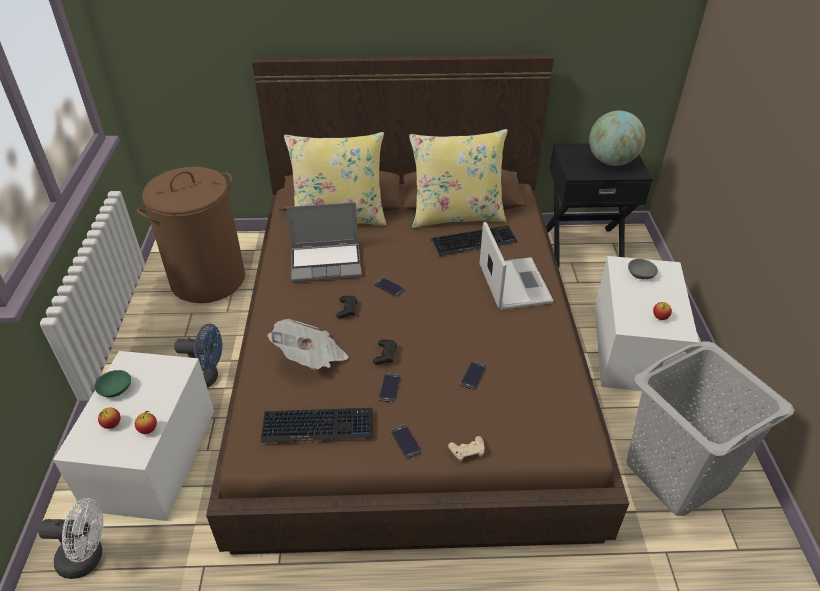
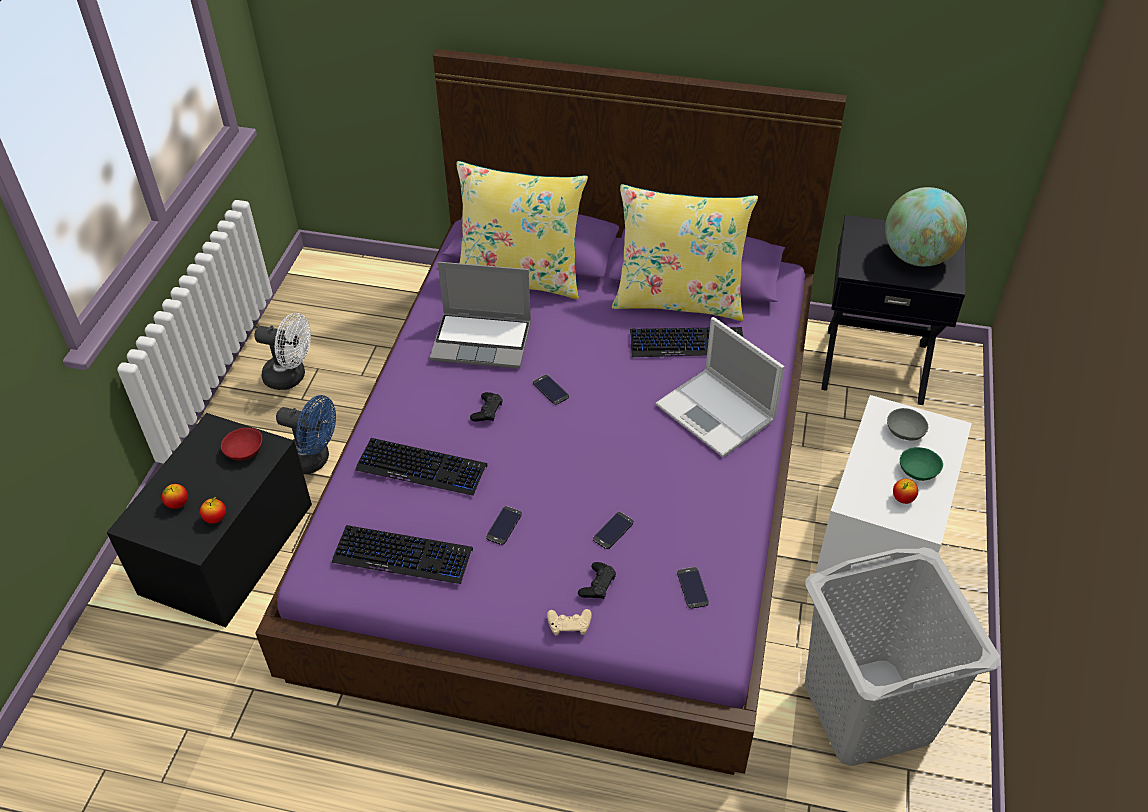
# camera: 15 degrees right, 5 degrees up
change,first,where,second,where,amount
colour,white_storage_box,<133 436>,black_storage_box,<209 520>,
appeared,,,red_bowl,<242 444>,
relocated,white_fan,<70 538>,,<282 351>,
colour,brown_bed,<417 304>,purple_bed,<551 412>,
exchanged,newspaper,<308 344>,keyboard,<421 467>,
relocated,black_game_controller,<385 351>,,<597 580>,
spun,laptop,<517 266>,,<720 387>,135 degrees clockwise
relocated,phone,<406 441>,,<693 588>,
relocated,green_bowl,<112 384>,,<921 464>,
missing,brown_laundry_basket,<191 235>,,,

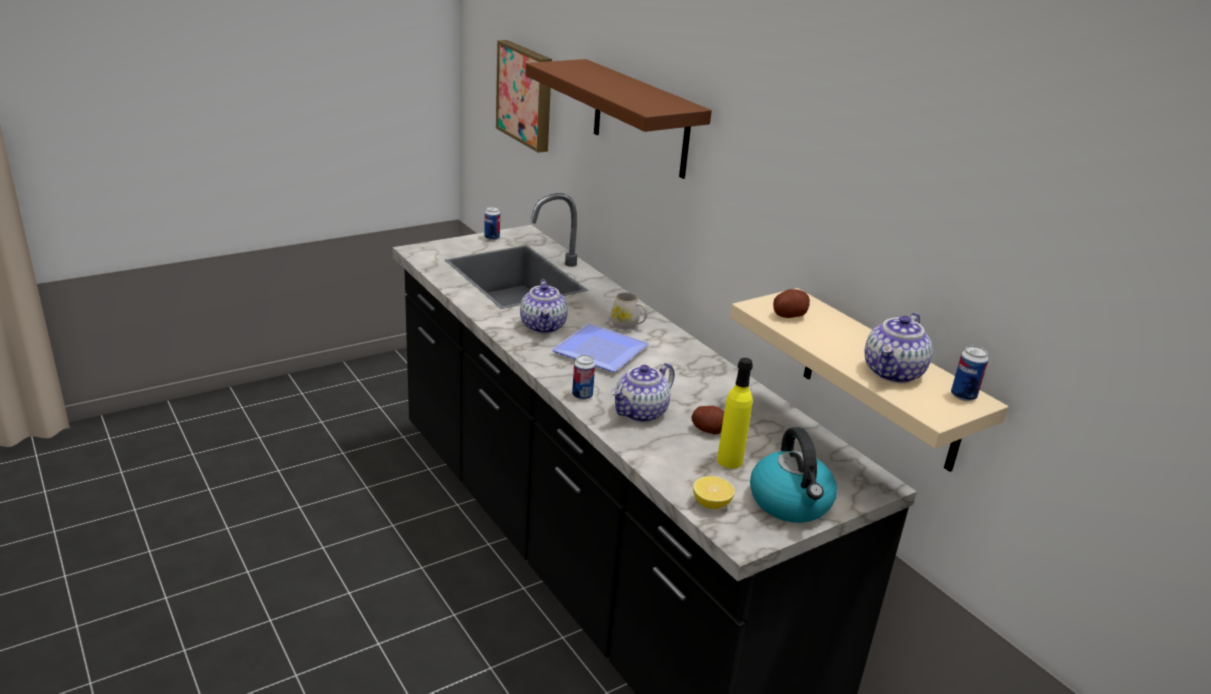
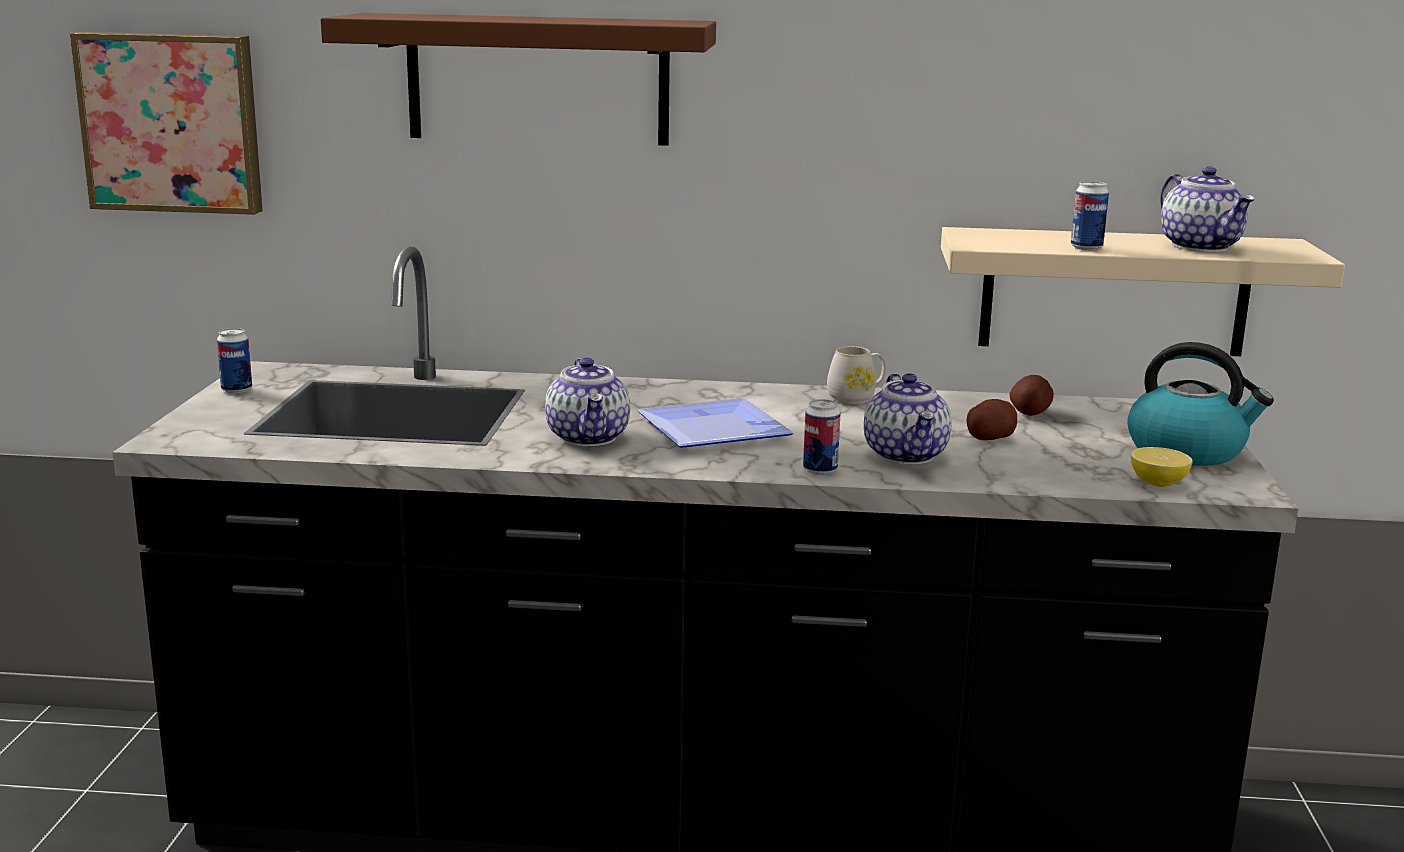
# camera: 50 degrees left, 10 degrees down
change,first,where,second,where,amount
spun,teapot,<544 306>,,<587 402>,45 degrees clockwise
relocated,white_mug,<628 311>,,<856 375>,
relocated,potato,<791 303>,,<1031 395>,
relocated,can,<969 373>,,<1090 215>,
missing,yellow_bottle,<735 413>,,,

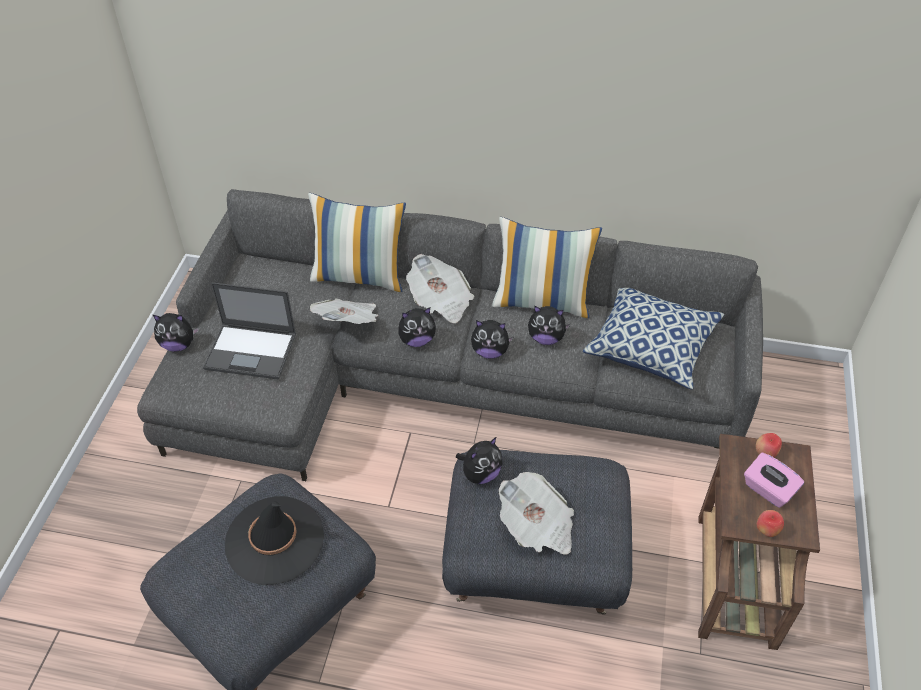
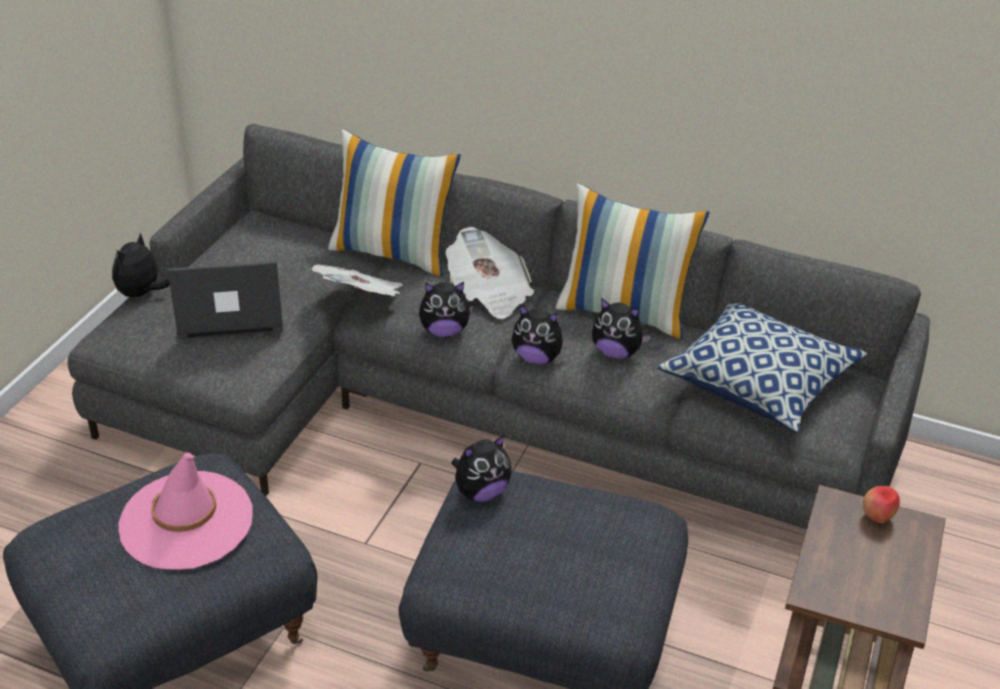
# camera: 10 degrees right, 10 degrees down
change,first,where,second,where,amount
spun,plush_toy,<176 332>,,<141 265>,105 degrees clockwise
colour,black_hat,<274 540>,pink_hat,<185 511>,
spun,laptop,<249 331>,,<225 300>,150 degrees clockwise
missing,newspaper,<536 513>,,,
missing,pink_tissue_box,<774 480>,,,
missing,apple,<770 523>,,,

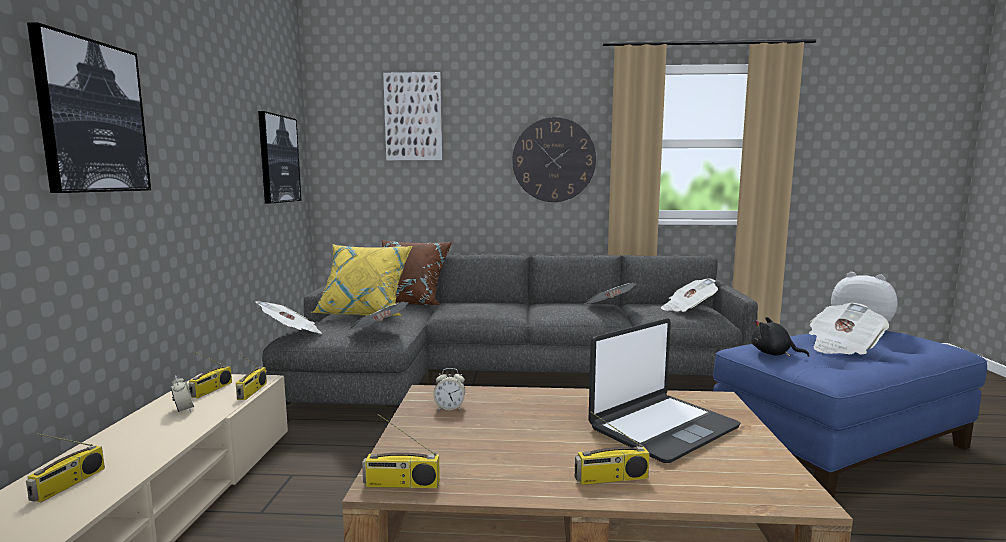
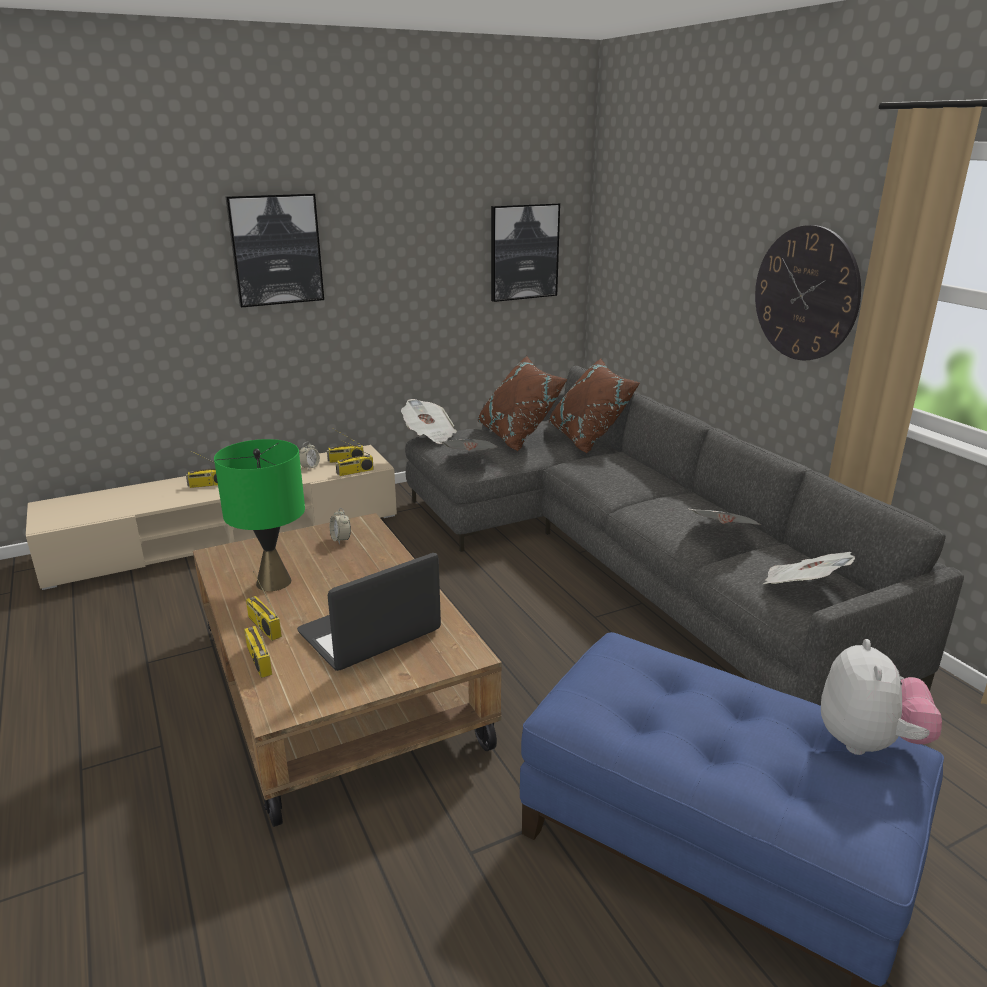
# camera: 60 degrees right, 15 degrees up
change,first,where,second,where,amount
appeared,,,green_table_lamp,<259 515>,
relocated,radio,<401 451>,,<258 639>,
spun,laptop,<665 390>,,<369 612>,120 degrees clockwise
colour,yellow_pillow,<362 280>,brown_pillow,<523 403>,
missing,picture,<412 116>,,,
missing,black_plush_toy,<780 337>,,,
missing,newspaper,<849 329>,,,

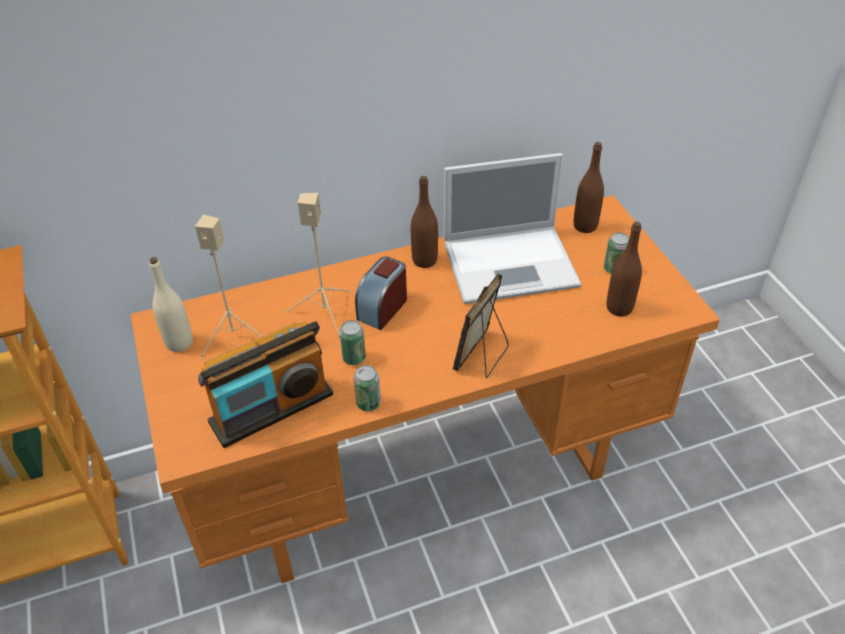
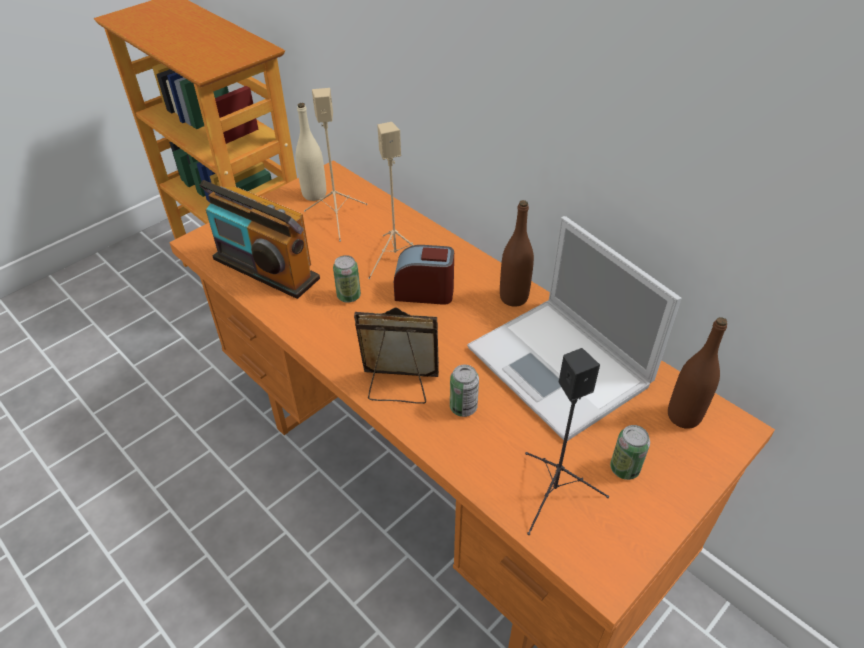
# camera: 65 degrees right, 0 degrees up
change,first,where,second,where,amount
relocated,can,<367 388>,,<464 391>,
exchanged,brown_bottle,<624 269>,black_speaker,<567 441>,

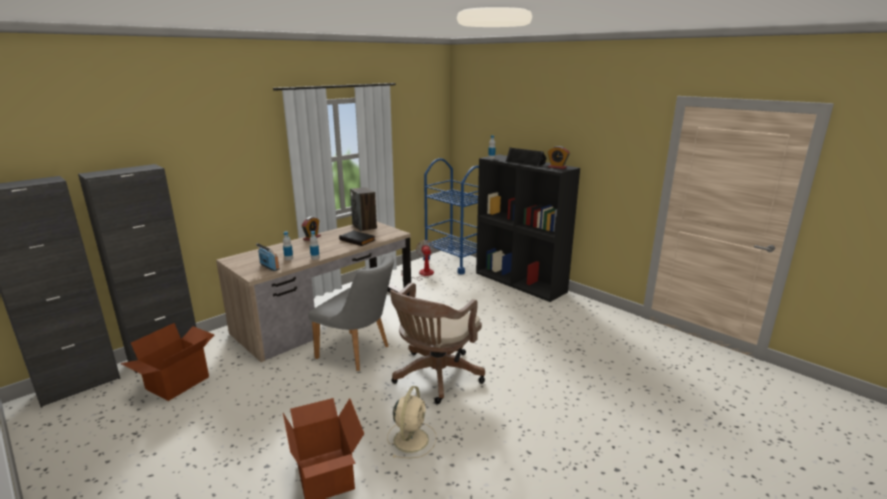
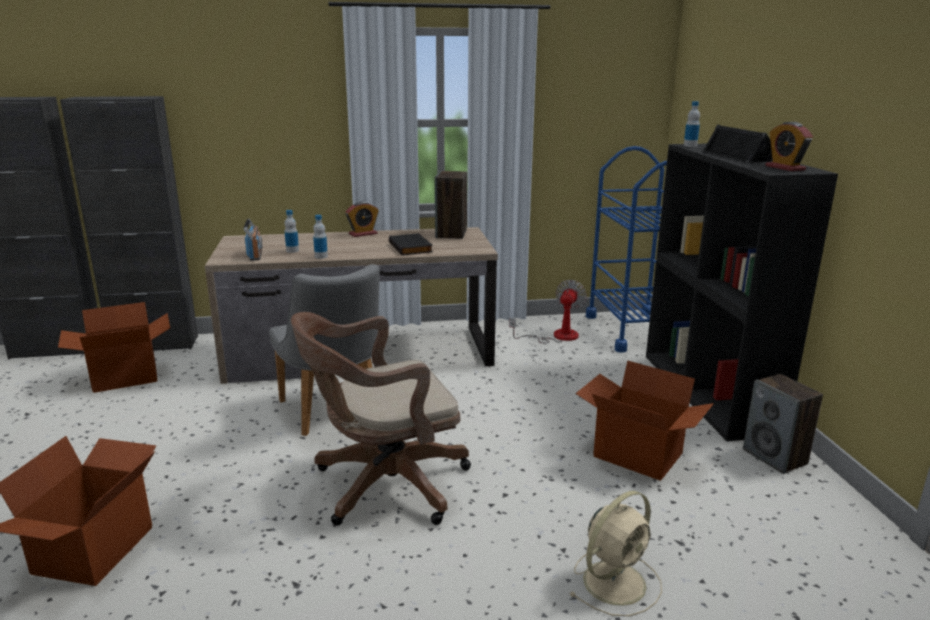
# camera: 35 degrees right, 0 degrees up
change,first,where,second,where,amount
relocated,beige_fan,<411 422>,,<615 553>,
appeared,,,cardboard_box,<645 420>,
appeared,,,speaker,<783 424>,

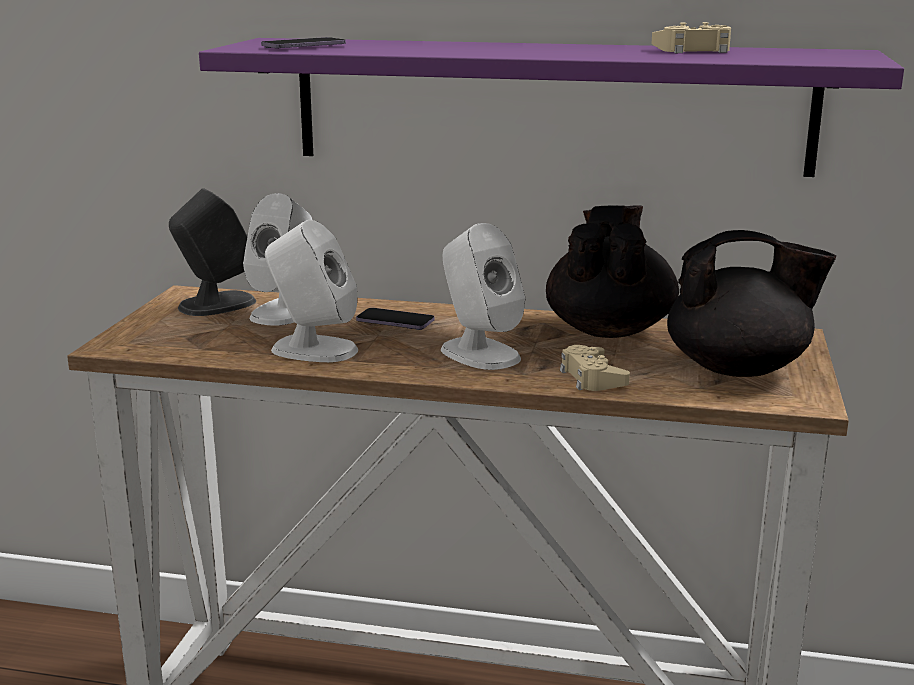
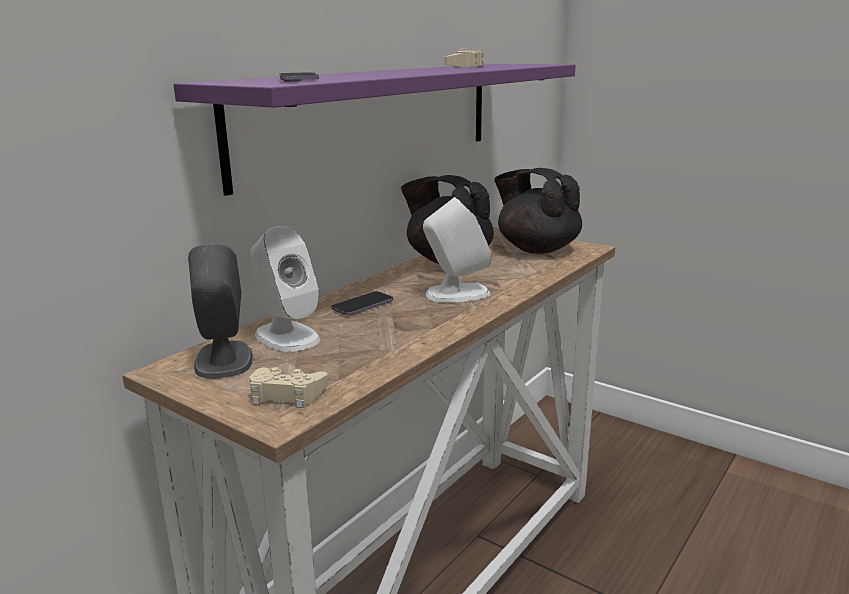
# camera: 65 degrees left, 0 degrees up
change,first,where,second,where,amount
relocated,beige_game_controller,<595 368>,,<288 387>,
spun,black_teapot,<751 303>,,<538 211>,75 degrees counterclockwise
missing,white_speaker,<311 291>,,,

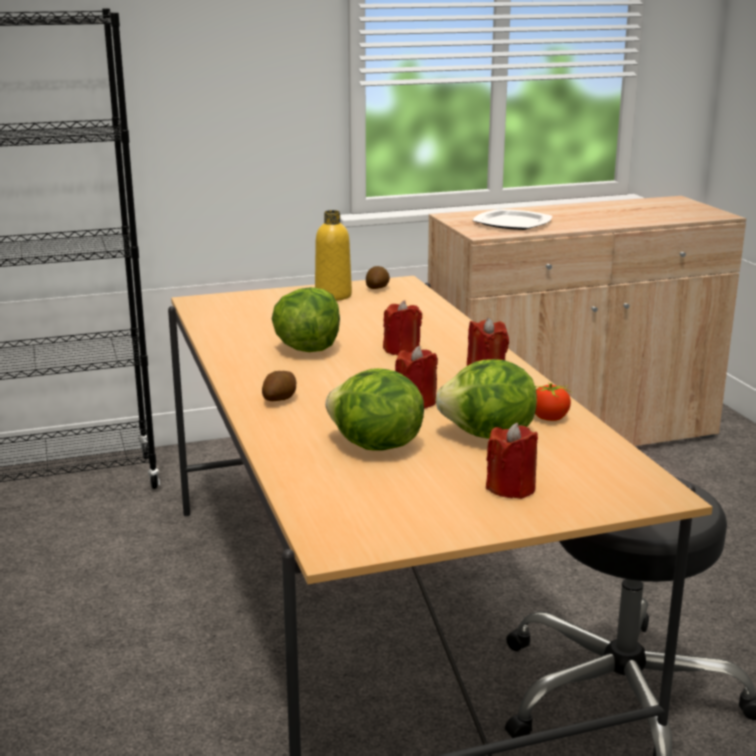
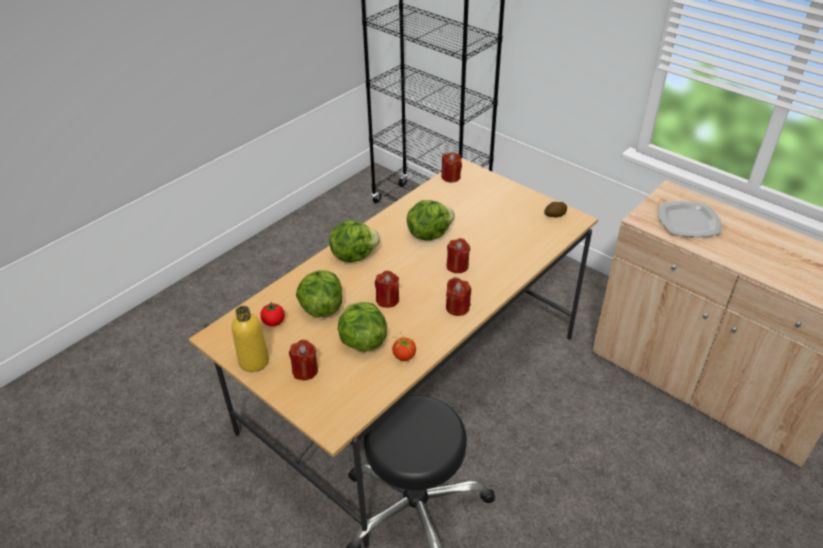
# camera: 60 degrees right, 20 degrees up
change,first,where,second,where,amount
relocated,yellow_bottle,<333 255>,,<250 339>,
appeared,,,tomato,<272 314>,
exchanged,potato,<279 386>,lettuce,<354 241>,
appeared,,,red_candle,<451 167>,

